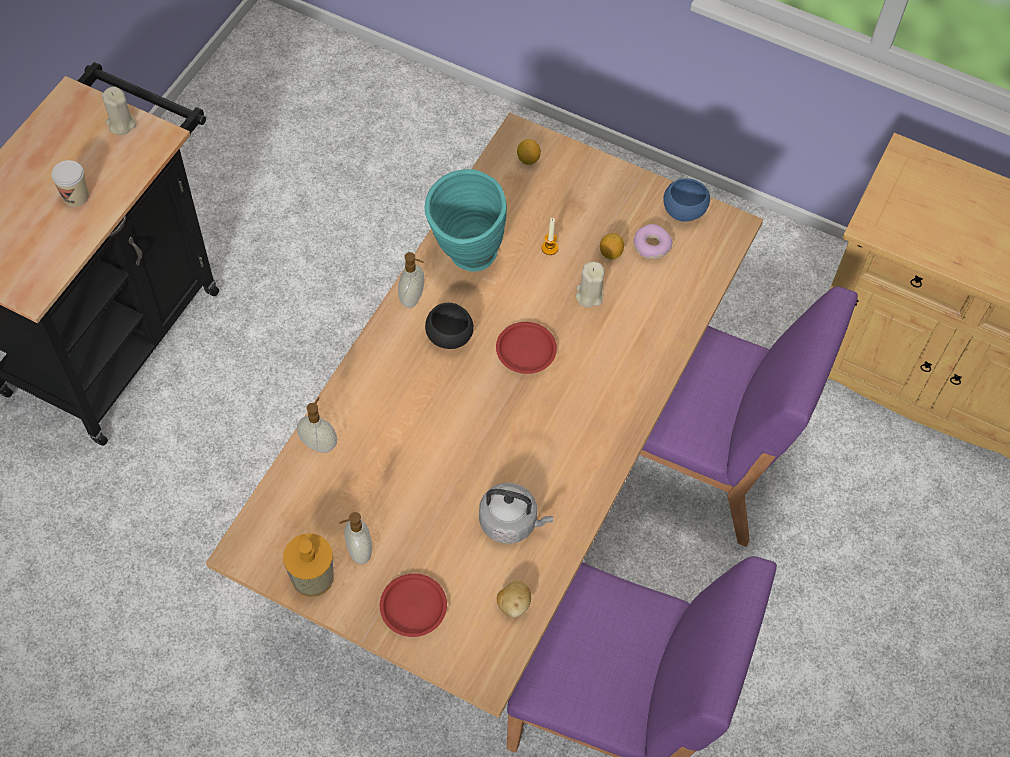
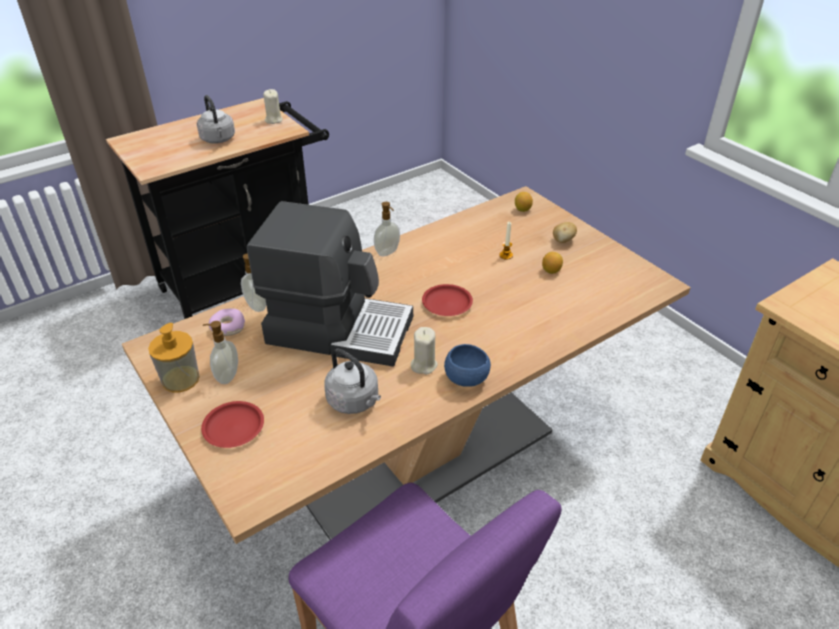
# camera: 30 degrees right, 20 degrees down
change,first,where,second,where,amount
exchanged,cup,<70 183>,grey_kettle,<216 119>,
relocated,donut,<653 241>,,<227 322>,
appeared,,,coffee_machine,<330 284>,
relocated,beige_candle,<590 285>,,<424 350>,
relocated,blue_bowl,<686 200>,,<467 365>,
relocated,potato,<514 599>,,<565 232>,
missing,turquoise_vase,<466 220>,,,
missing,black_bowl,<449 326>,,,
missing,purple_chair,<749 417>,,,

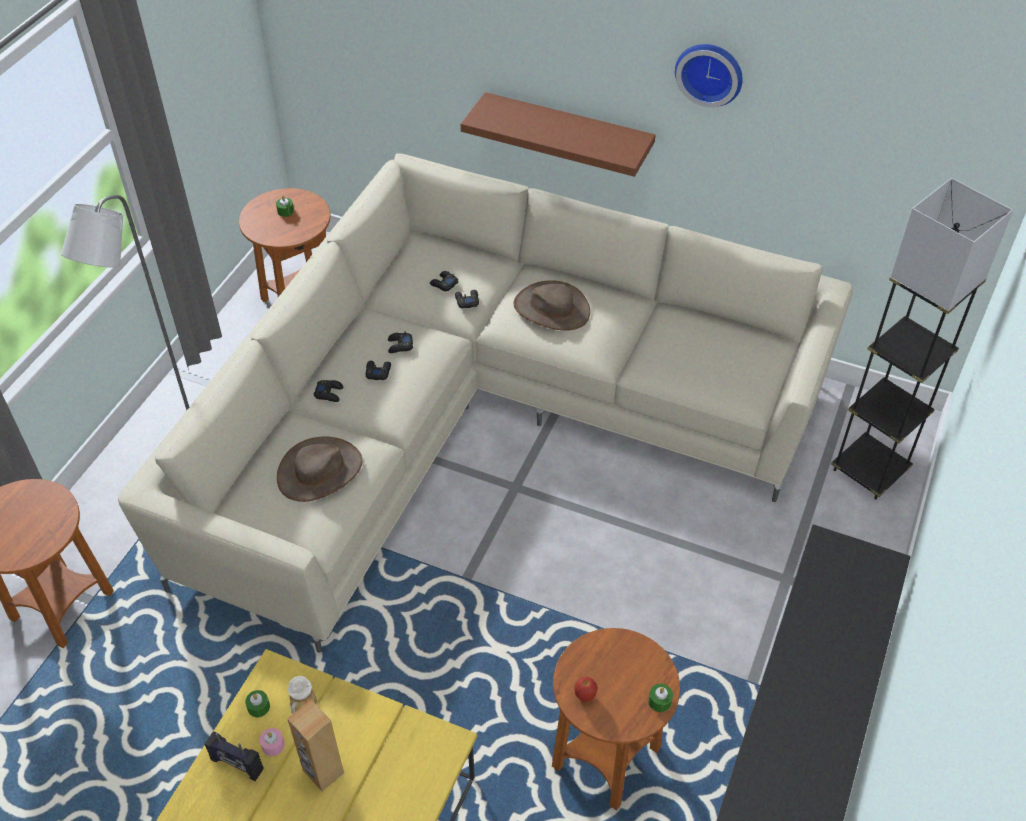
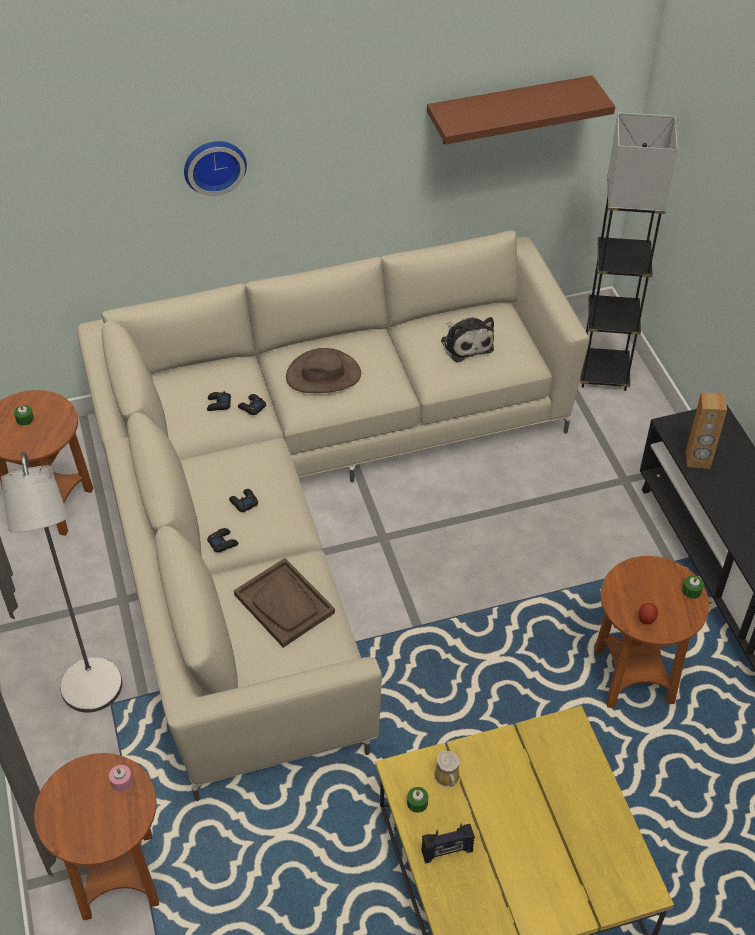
# camera: 40 degrees left, 0 degrees up
change,first,where,second,where,amount
relocated,pink_candle,<272 742>,,<121 778>,
relocated,wall_clock,<709 75>,,<215 168>,
exchanged,brown_hat,<320 469>,brown_tray,<284 603>,
relocated,brown_shelf,<558 134>,,<521 109>,
appeared,,,plush_toy,<467 339>,
relocated,brown_speaker,<315 745>,,<706 430>,
missing,black_game_controller,<400 342>,,,

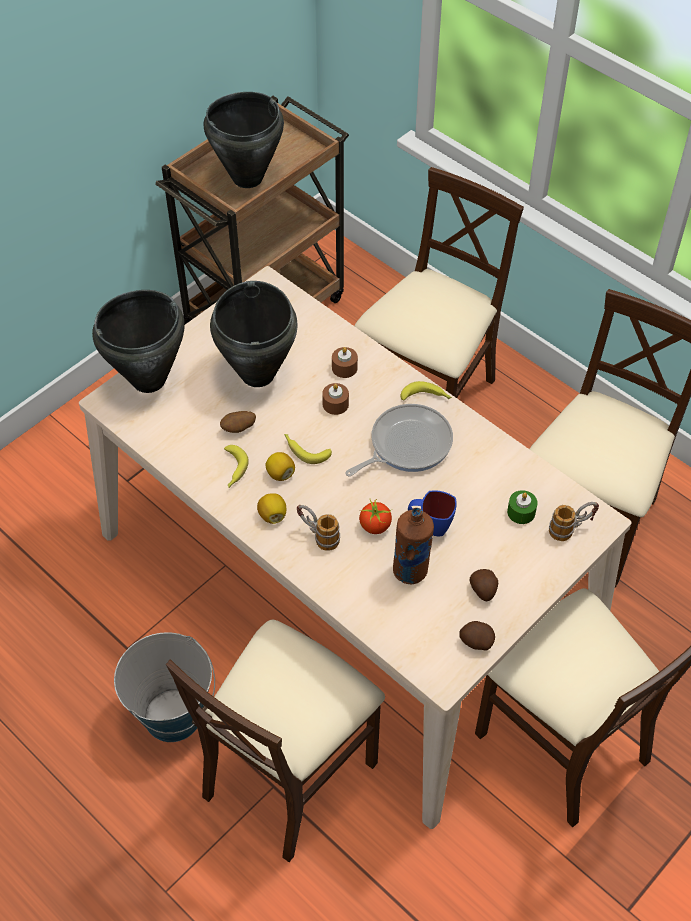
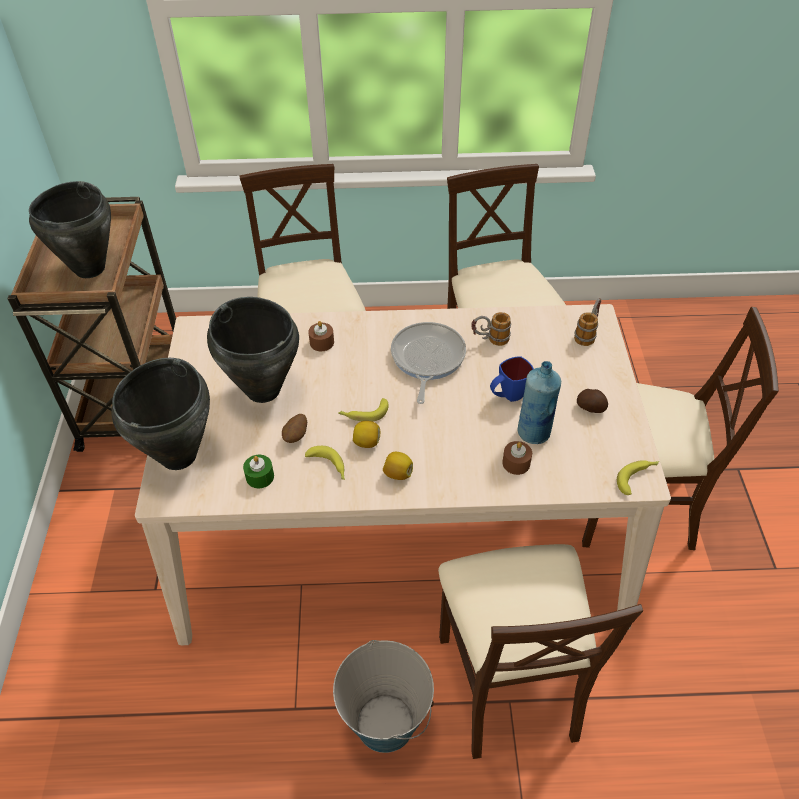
# camera: 45 degrees left, 5 degrees down
change,first,where,second,where,amount
relocated,green_candle,<522 507>,,<258 472>,
relocated,mug,<318 528>,,<491 329>,
relocated,brown_candle,<335 399>,,<517 458>,
colour,brown_bottle,<413 546>,blue_bottle,<539 402>,
relocated,banana,<426 390>,,<638 477>,
missing,tomato,<375 516>,,,
missing,potato,<477 636>,,,

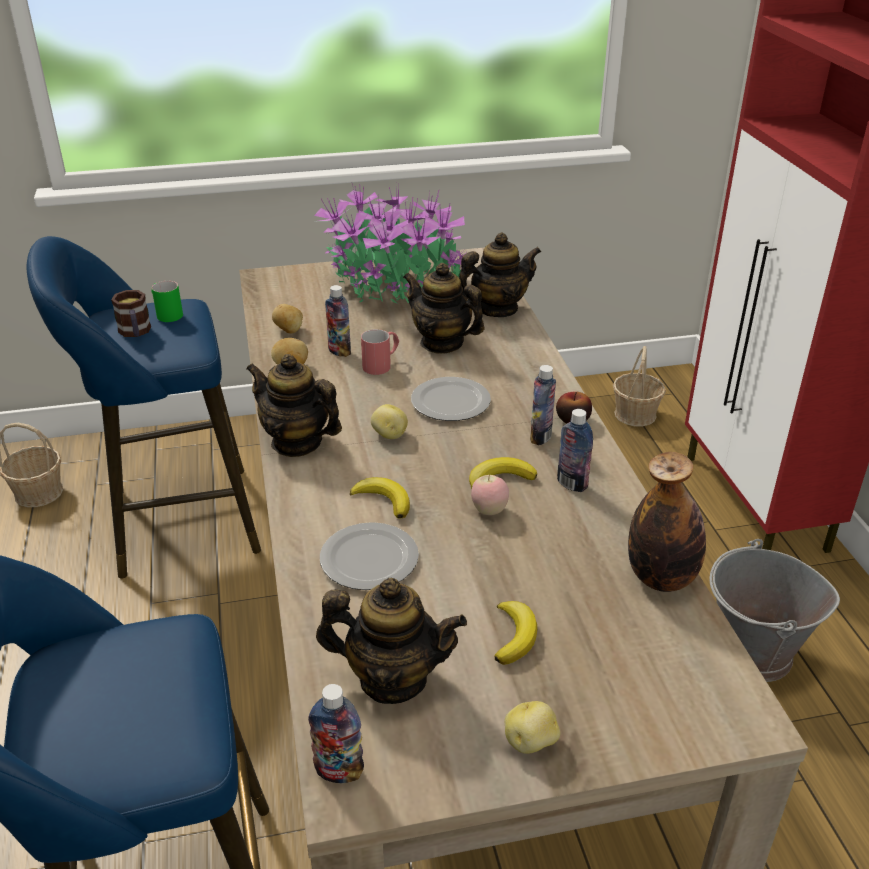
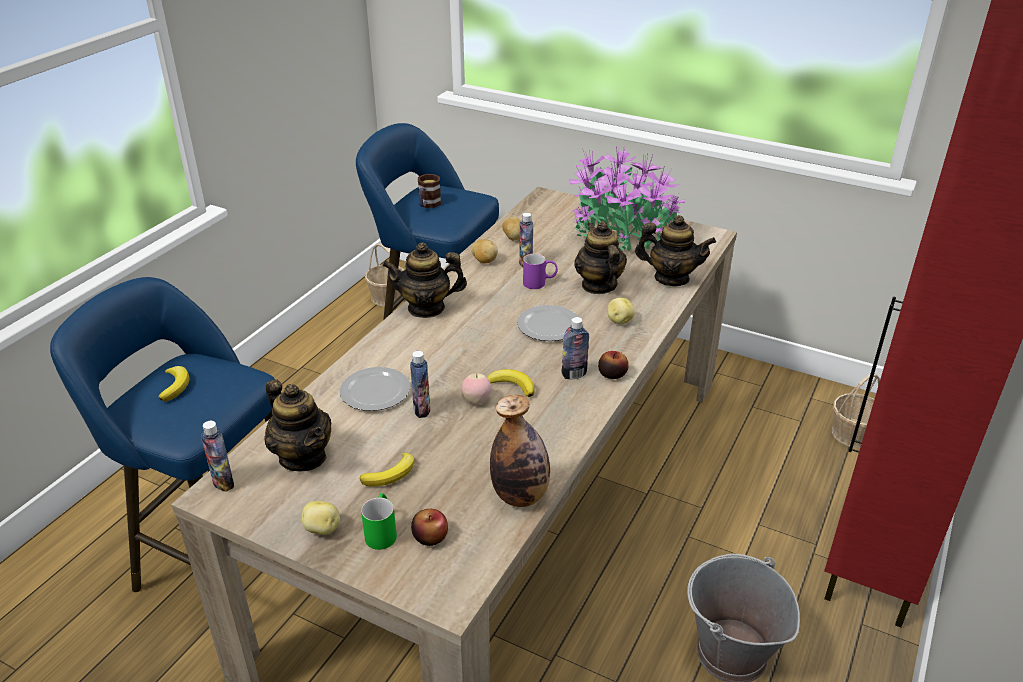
# camera: 40 degrees right, 0 degrees up
change,first,where,second,where,amount
relocated,banana,<380 498>,,<174 383>,
relocated,green_mug,<167 301>,,<379 521>,
spun,teapot,<294 405>,,<424 280>,75 degrees counterclockwise
relocated,bottle,<575 450>,,<420 384>,
appeared,,,apple,<429 527>,
colour,red_mug,<380 352>,purple_mug,<540 271>,
relocated,potato,<389 421>,,<621 311>,

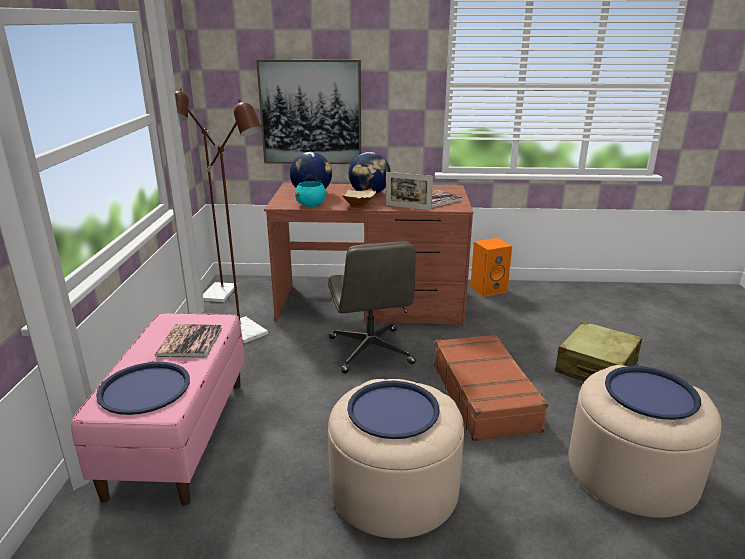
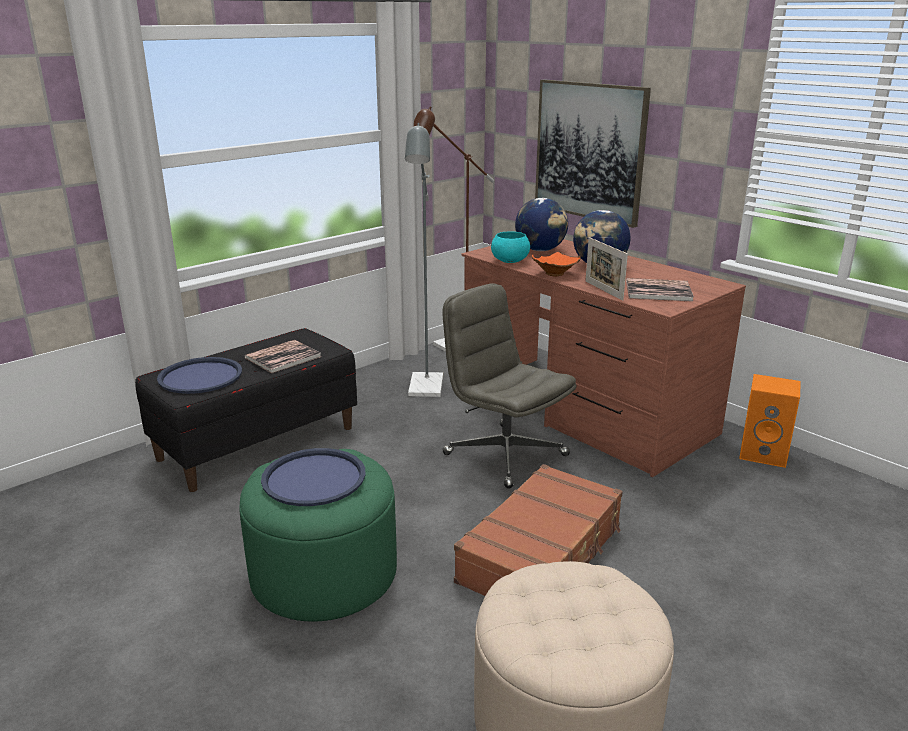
# camera: 45 degrees right, 0 degrees up
change,first,where,second,where,amount
colour,pink_bench,<158 409>,black_bench,<246 410>,
colour,beige_ottoman,<396 459>,green_ottoman,<318 535>,
colour,brown_floor_lamp,<237 221>,grey_floor_lamp,<424 260>,
spun,grey_office_chair,<372 307>,,<509 386>,105 degrees clockwise
colour,beige_bowl,<359 198>,orange_bowl,<556 264>,
missing,beige_suitcase,<598 351>,,,
missing,blue_tray,<653 393>,,,

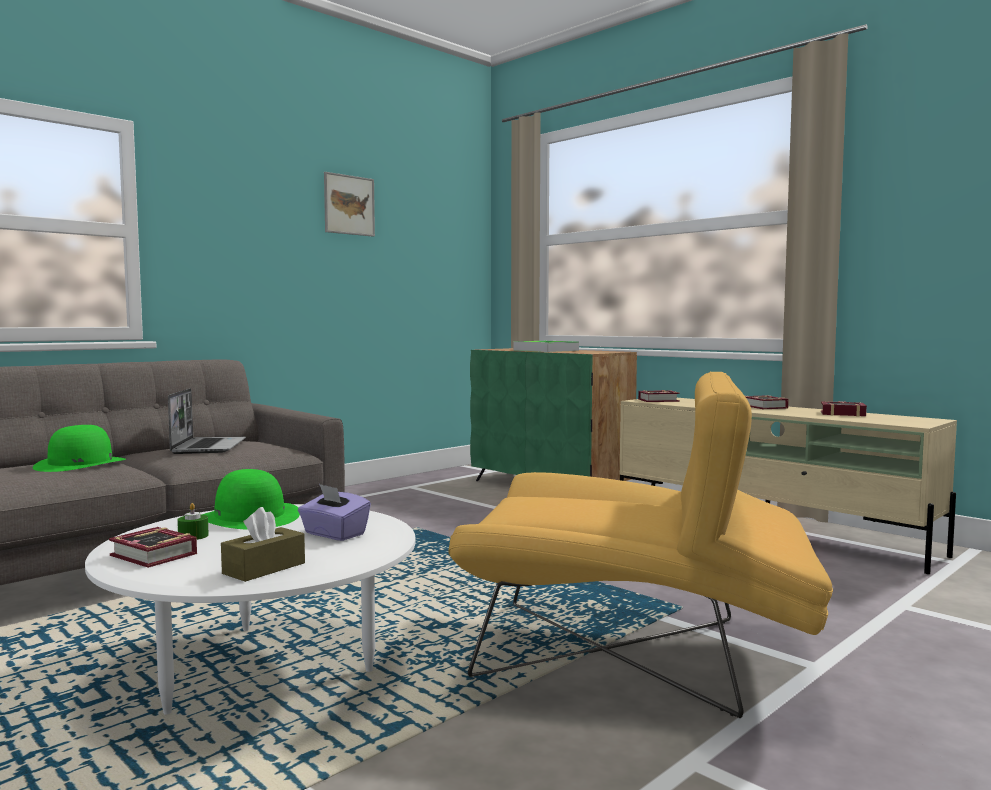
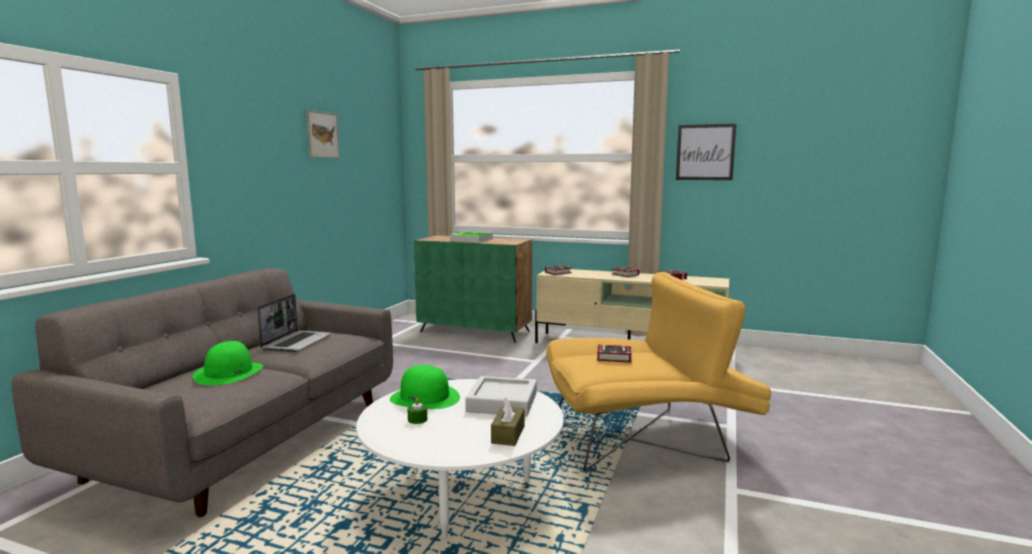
# camera: 25 degrees left, 5 degrees up
change,first,where,second,where,amount
spun,laptop,<207 421>,,<294 323>,45 degrees clockwise
exchanged,purple_tissue_box,<334 512>,grey_tray,<501 396>,
relocated,book,<153 547>,,<614 353>,
appeared,,,picture,<706 152>,

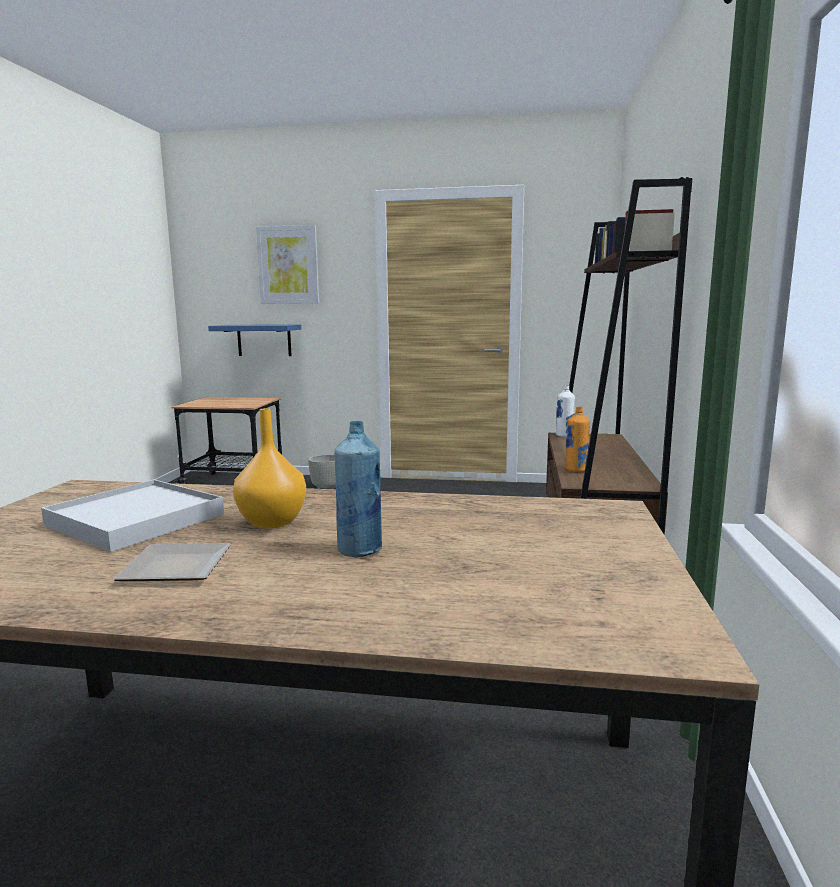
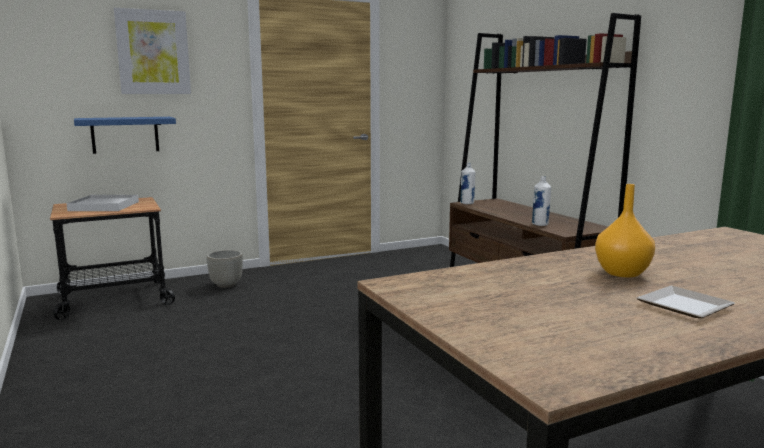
# camera: 35 degrees left, 0 degrees up
change,first,where,second,where,amount
relocated,white_tray,<132 516>,,<102 203>,
colour,orange_bottle,<577 439>,white_bottle,<541 201>,
missing,blue_bottle,<358 489>,,,

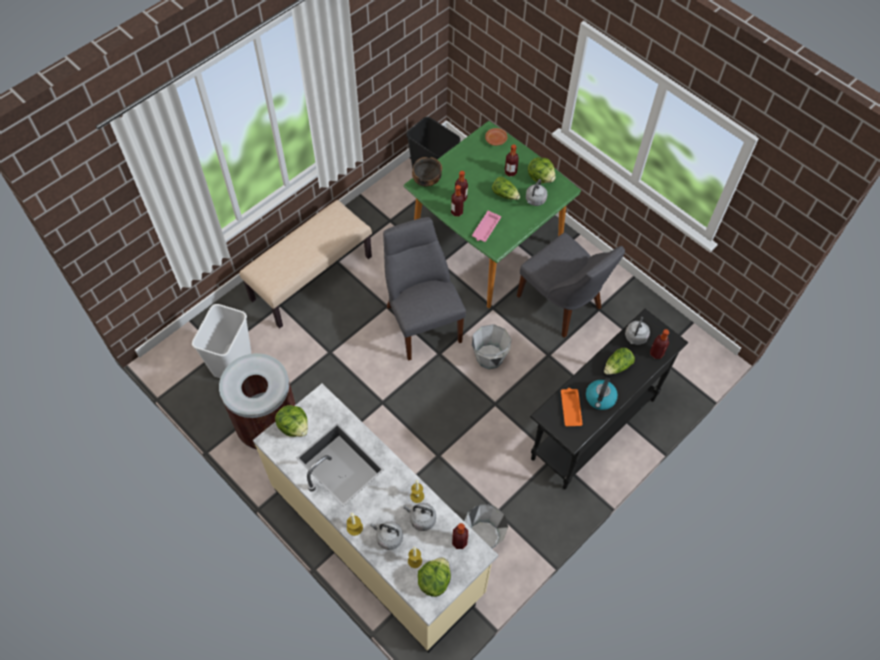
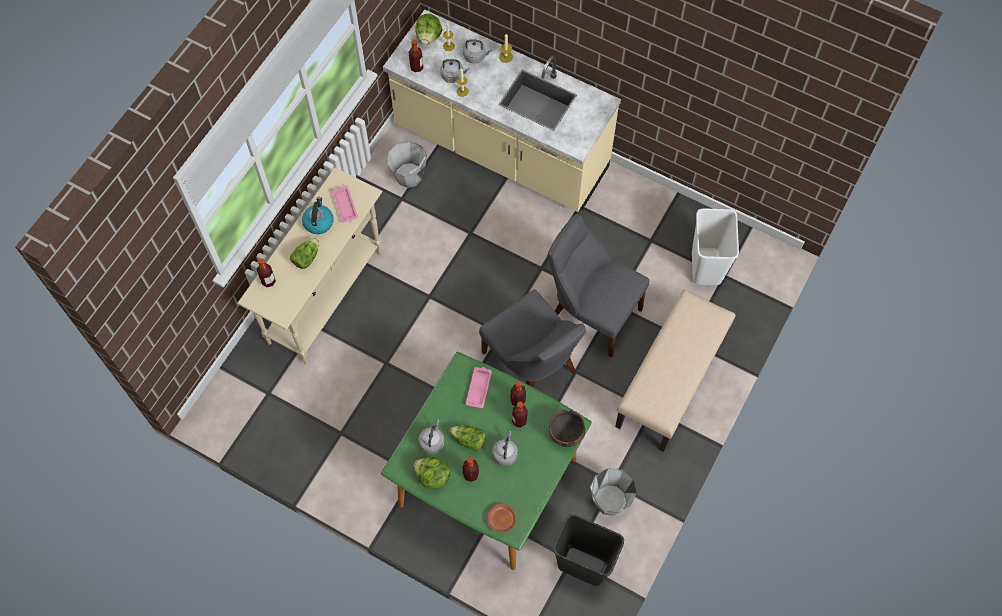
# camera: 165 degrees right, 5 degrees up
change,first,where,second,where,amount
colour,black_console_table,<609 399>,beige_console_table,<310 265>,
colour,orange_tray,<572 407>,pink_tray,<345 203>,
relocated,grey_kettle,<637 331>,,<505 448>,
relocated,grey_chair,<571 285>,,<599 286>,
relocated,grey_bucket,<491 346>,,<613 492>,
missing,brown_trash_can,<257 401>,,,
missing,lettuce,<291 421>,,,

